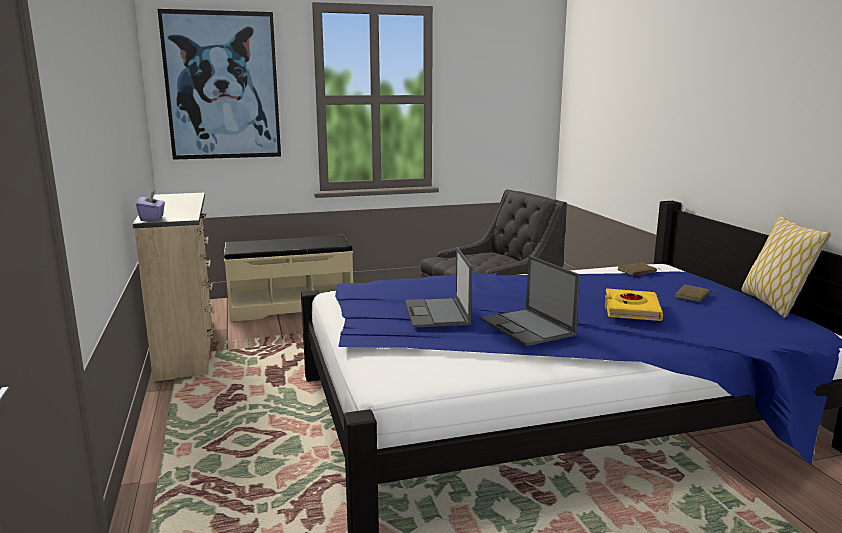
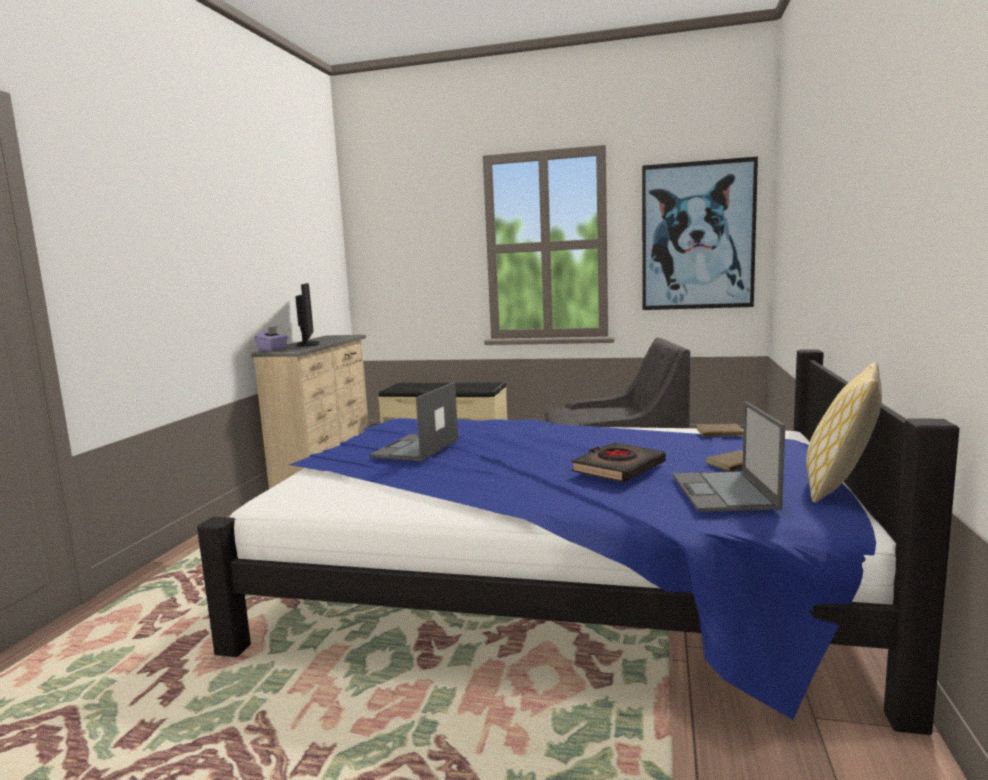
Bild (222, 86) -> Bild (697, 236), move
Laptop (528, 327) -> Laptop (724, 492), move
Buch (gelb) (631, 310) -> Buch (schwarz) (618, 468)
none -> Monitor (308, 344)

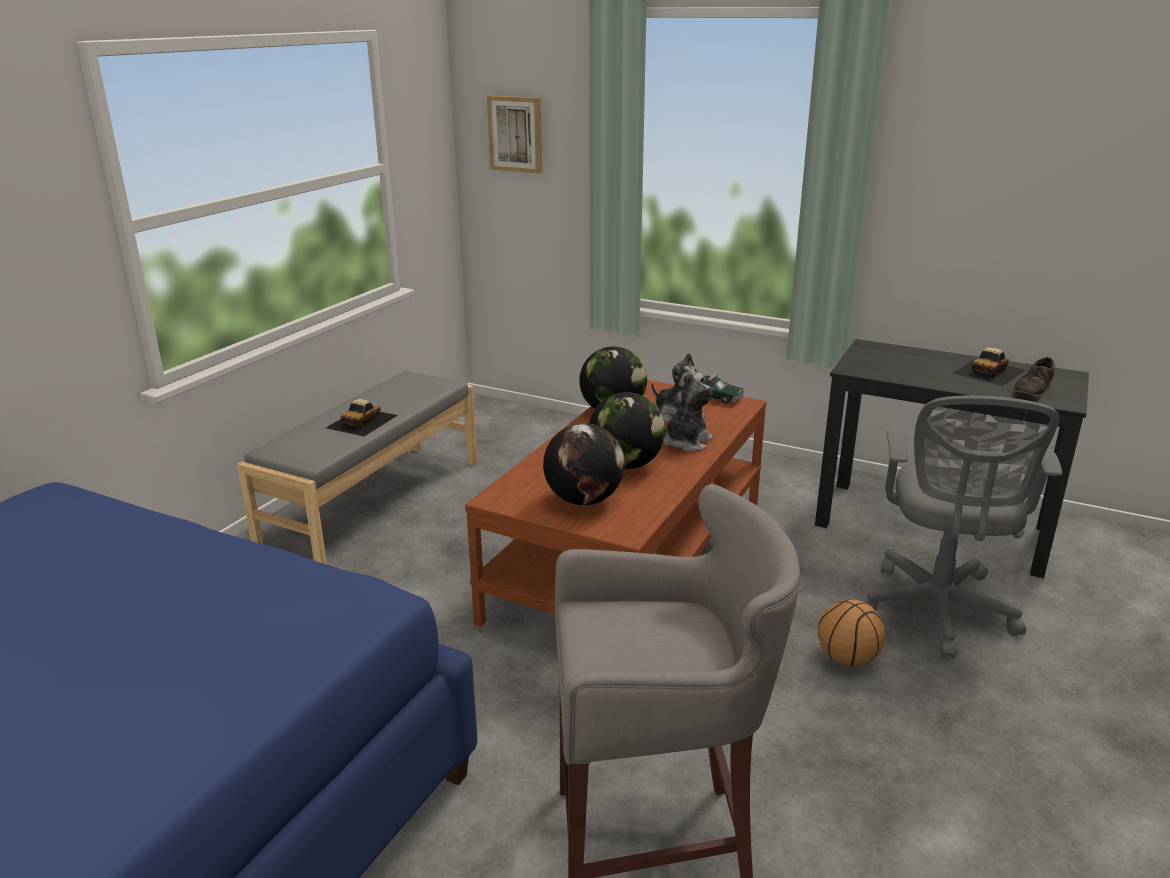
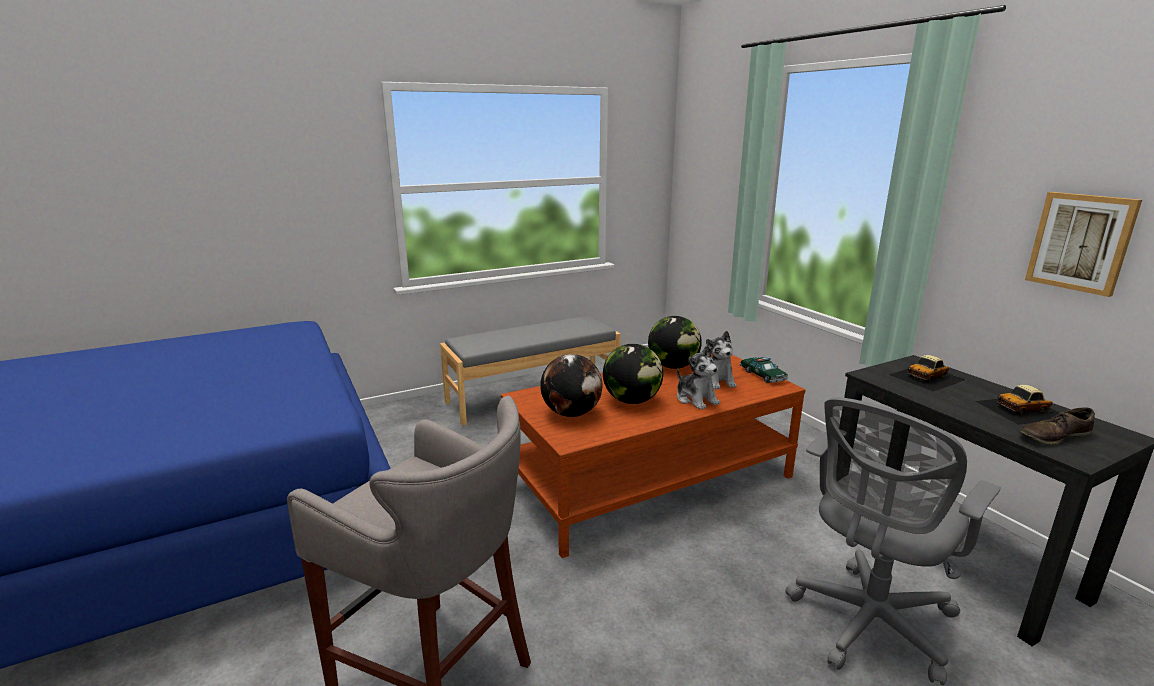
Spielzeugauto (362, 421) -> Spielzeugauto (927, 377), move
Bild (516, 134) -> Bild (1081, 242), move
Plüschtier (686, 442) -> Plüschtier (696, 399), 75 degrees clockwise
Basketball (847, 658) -> none

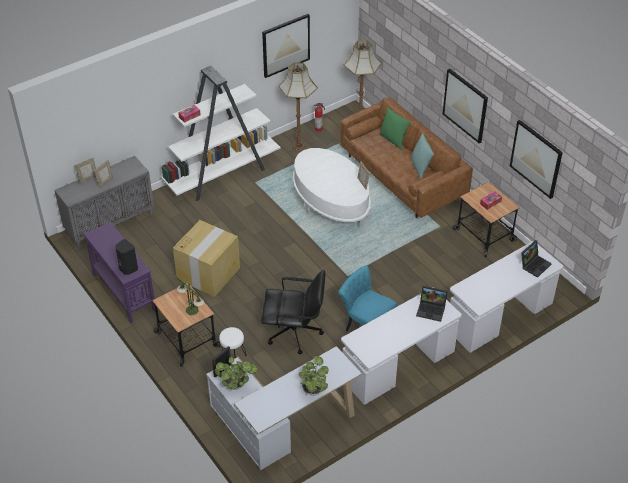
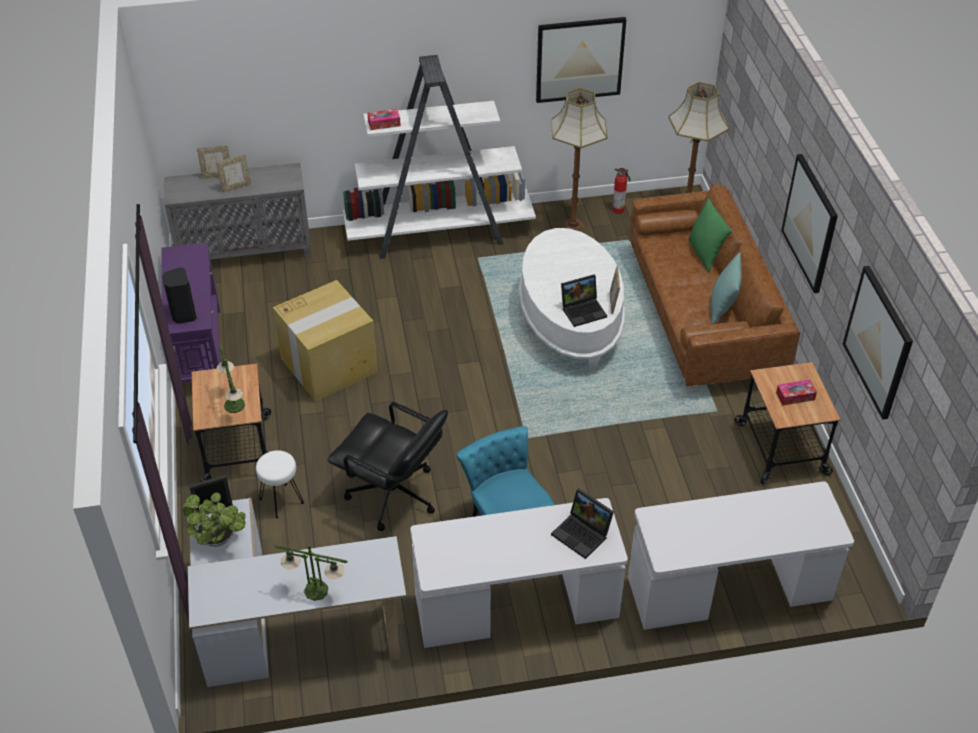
Topfpflanze (313, 389) -> Tischlampe (316, 590)
Laptop (534, 264) -> Laptop (583, 310), move

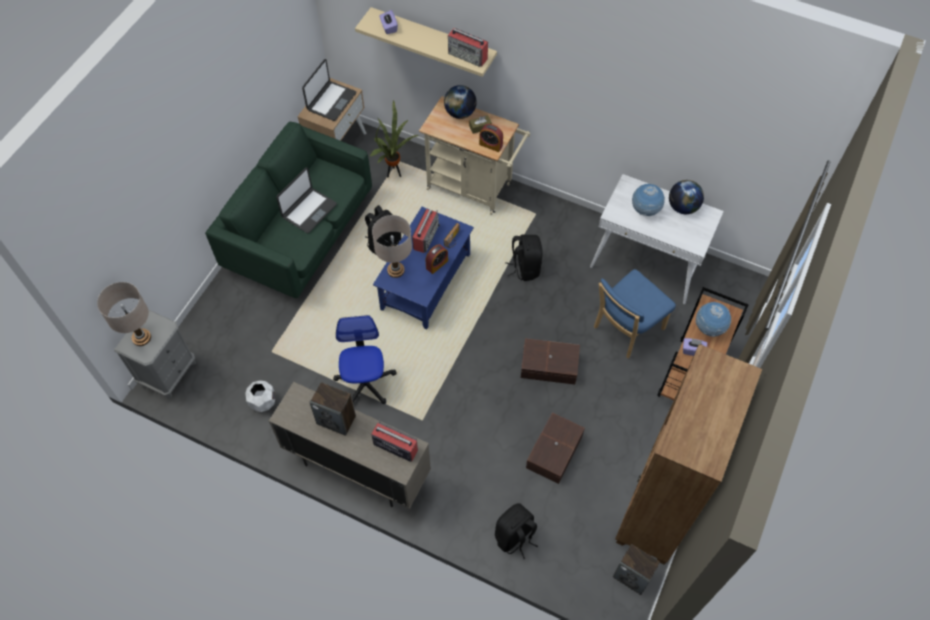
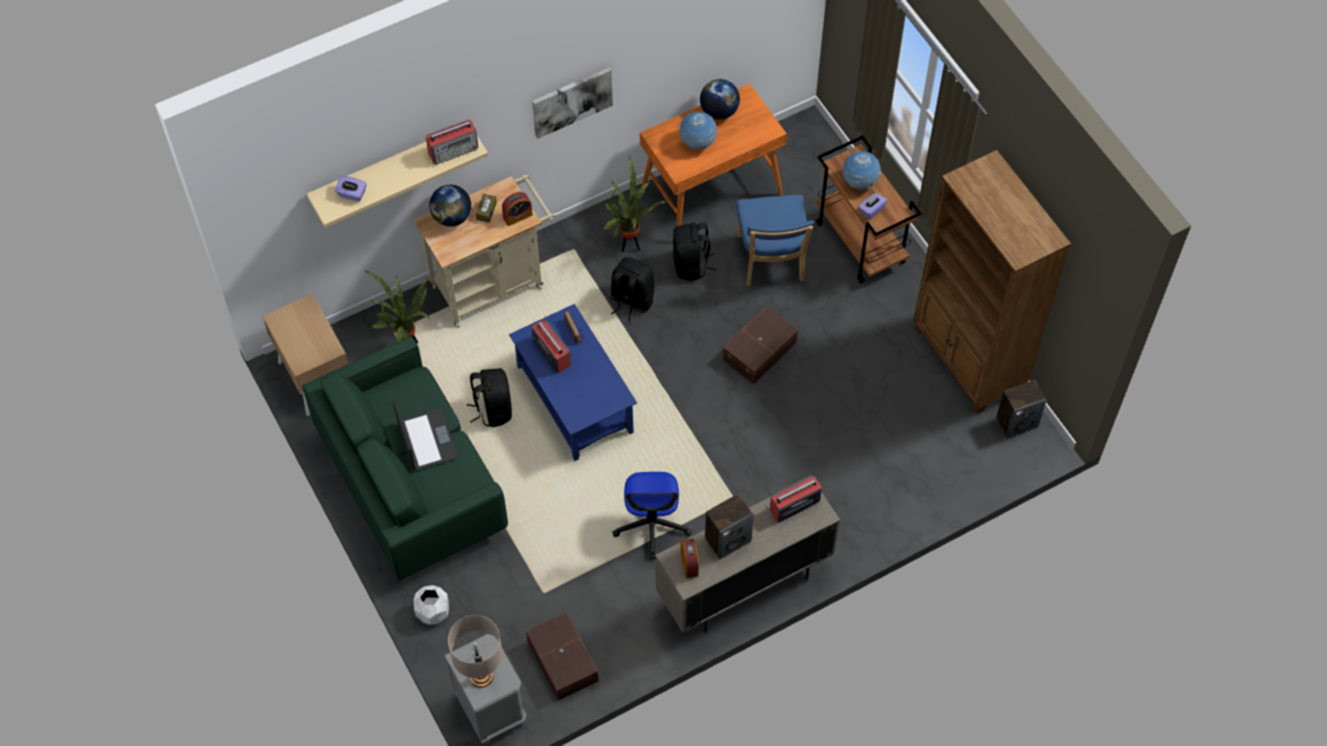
Pflanzkübel (weiß) (263, 401) -> Pflanzkübel (weiß) (432, 611), move
Laptop (331, 101) -> none
Bürostuhl (365, 383) -> Bürostuhl (652, 525), 120 degrees counterclockwise
Tischlampe (beige) (395, 270) -> none
Wecker (437, 264) -> Wecker (689, 563), move
Rucksack (schwarz) (515, 537) -> Rucksack (schwarz) (691, 265), move
Aufbewahrungsbox (braun) (553, 452) -> Aufbewahrungsbox (braun) (562, 662), move
Schreibtisch (weiß) (648, 262) -> Schreibtisch (orange) (711, 192)
none -> Bild (571, 101)
none -> Topfpflanze (630, 245)

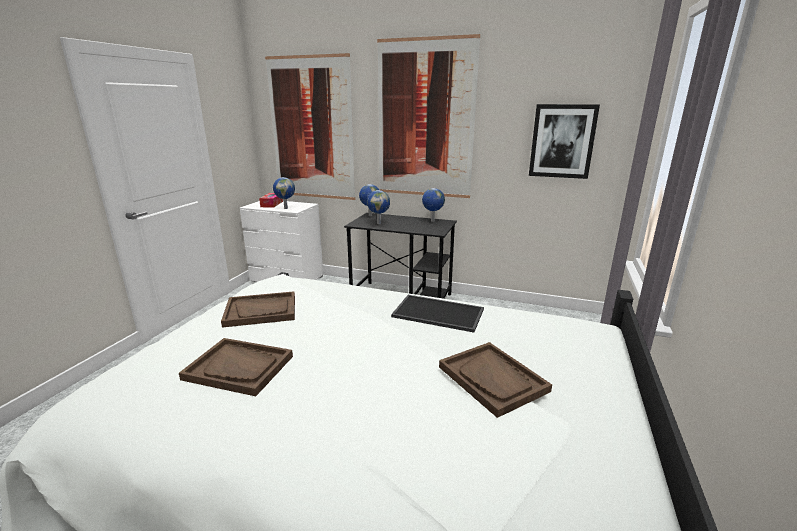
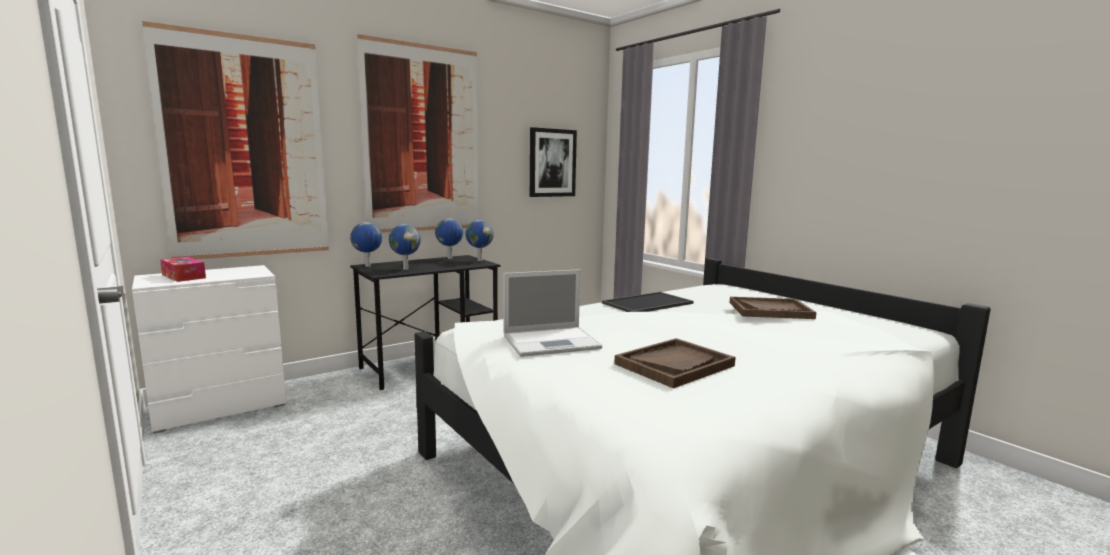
Tablett (braun) (261, 311) -> Laptop (552, 342)
Globus (286, 208) -> Globus (479, 260), move

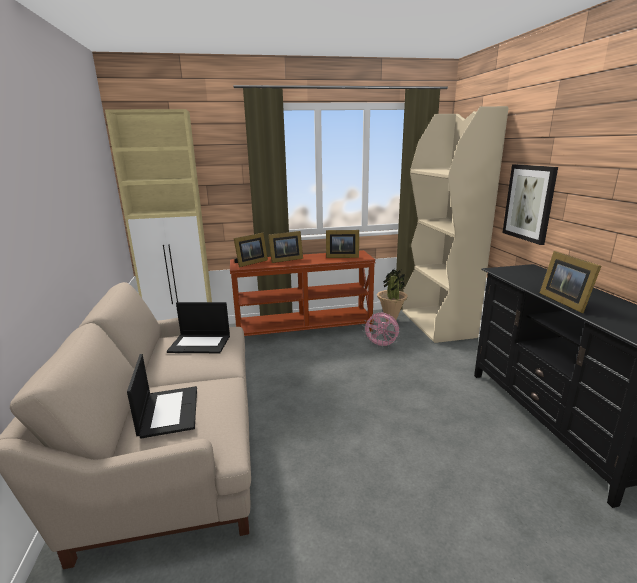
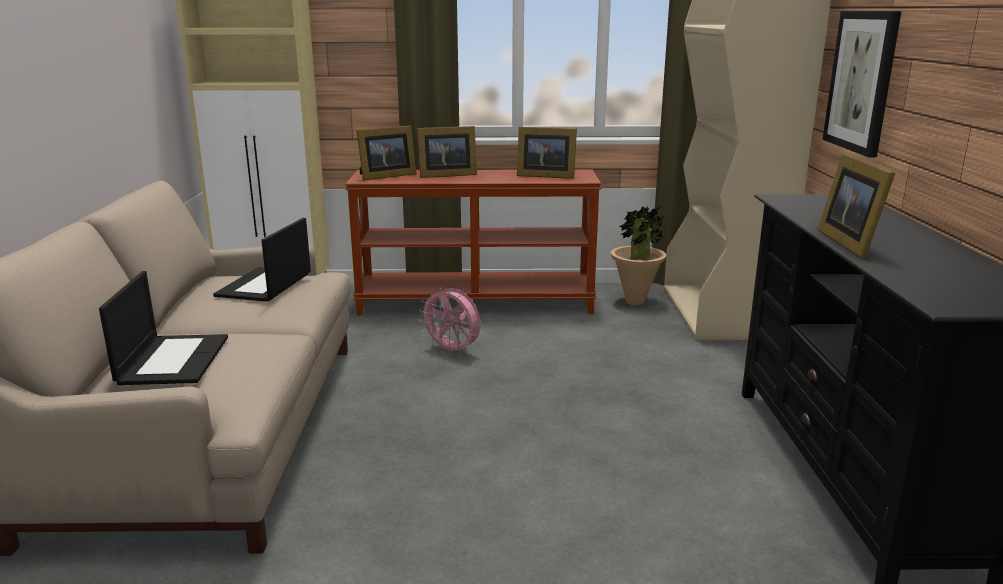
Laptop (200, 343) -> Laptop (265, 285), 90 degrees clockwise
Ventilator (rosa) (381, 345) -> Ventilator (rosa) (453, 351), move

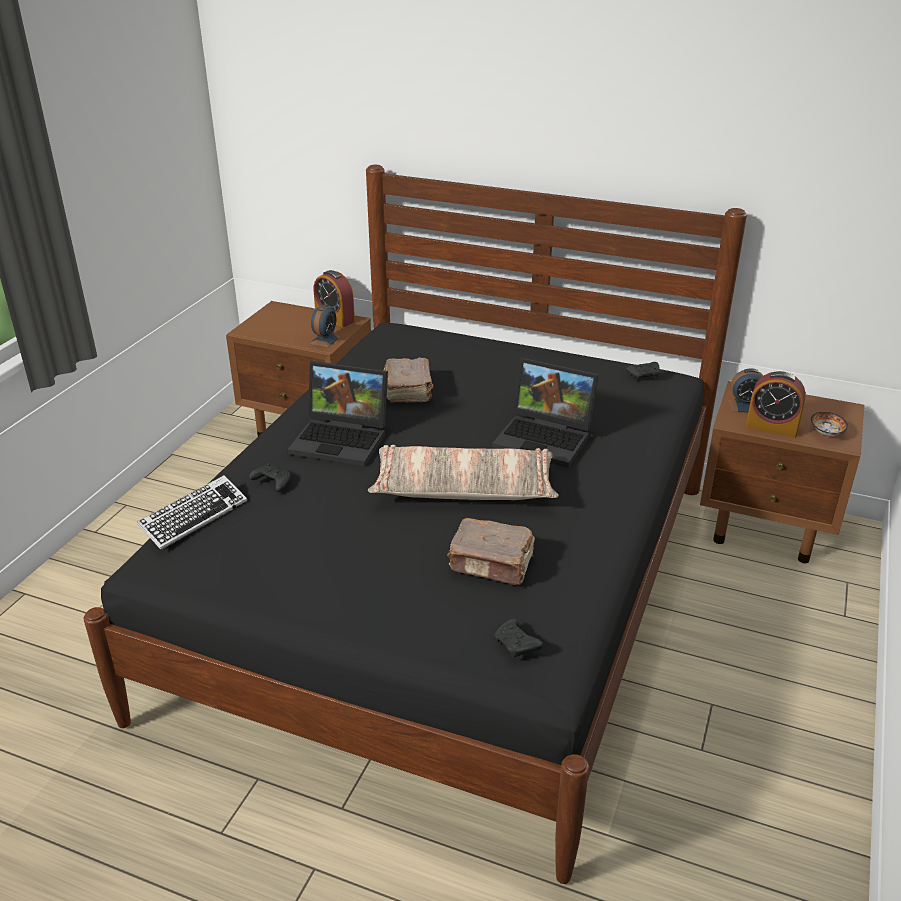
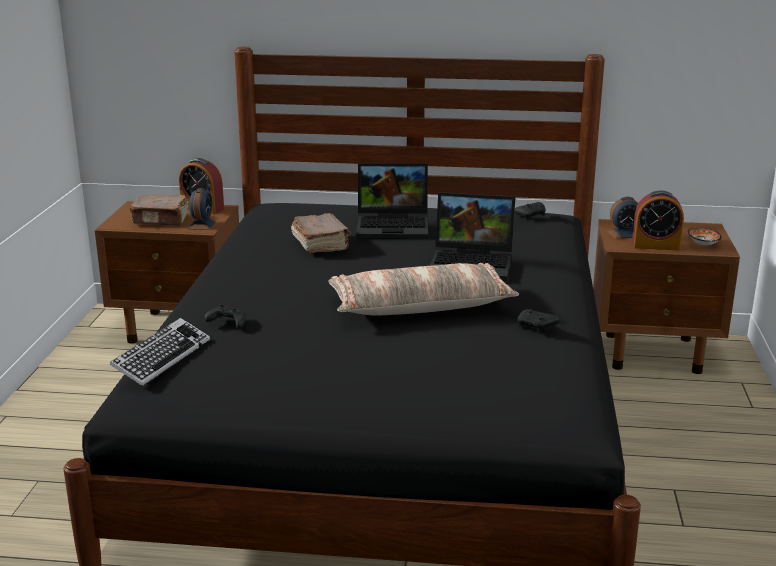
Laptop (343, 439) -> Laptop (394, 226), move
Buch (braun) (492, 564) -> Buch (braun) (161, 220), move
Gamepad (schwarz) (517, 645) -> Gamepad (schwarz) (536, 326), move

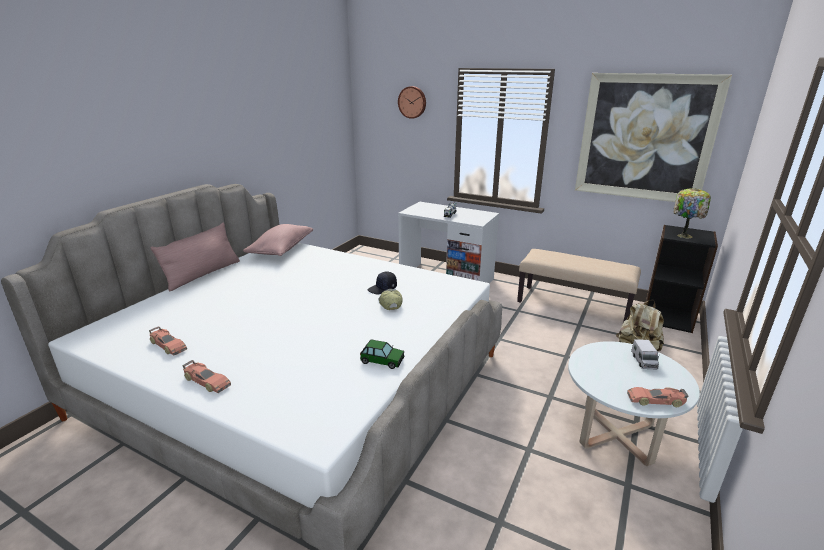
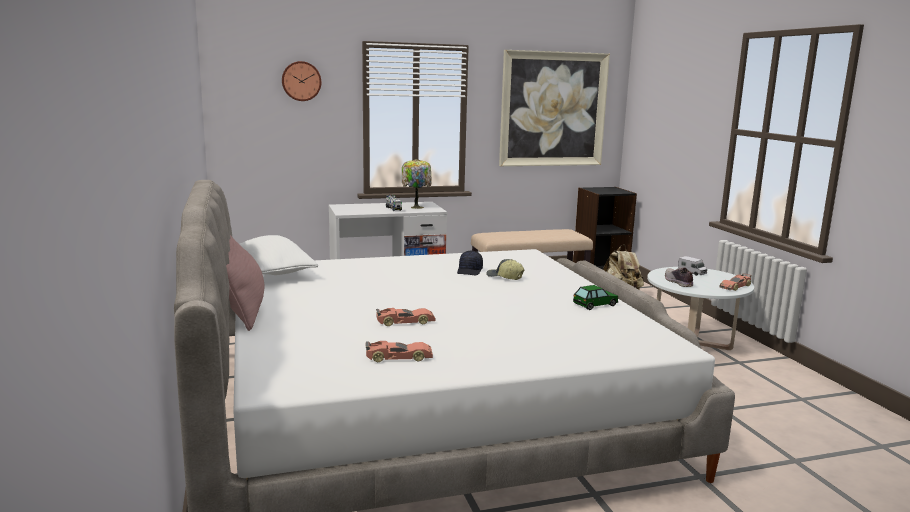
Spielzeugauto (206, 381) -> Spielzeugauto (405, 322), move
Kissen (rosa) (281, 250) -> Kissen (weiß) (273, 271)
Tischlampe (684, 235) -> Tischlampe (416, 207), move
none -> Schuh (678, 282)

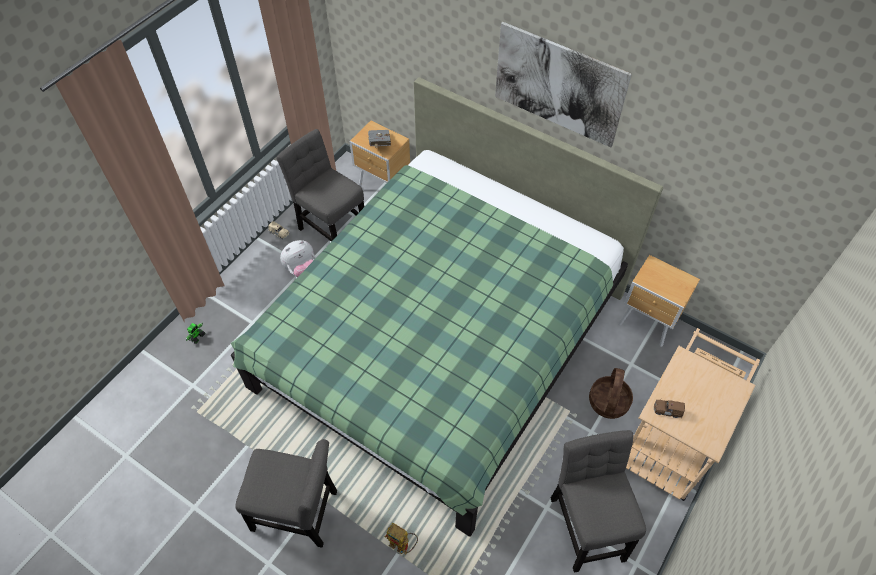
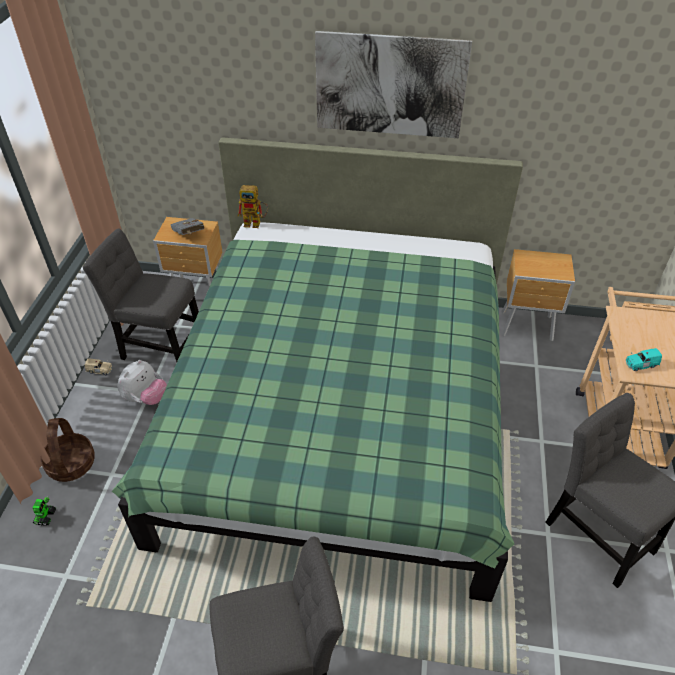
Spielzeugroboter (403, 545) -> Spielzeugroboter (256, 223), move
Korb (608, 402) -> Korb (72, 464), move
Spielzeugauto (braun) (667, 410) -> Spielzeugauto (türkis) (640, 364)

